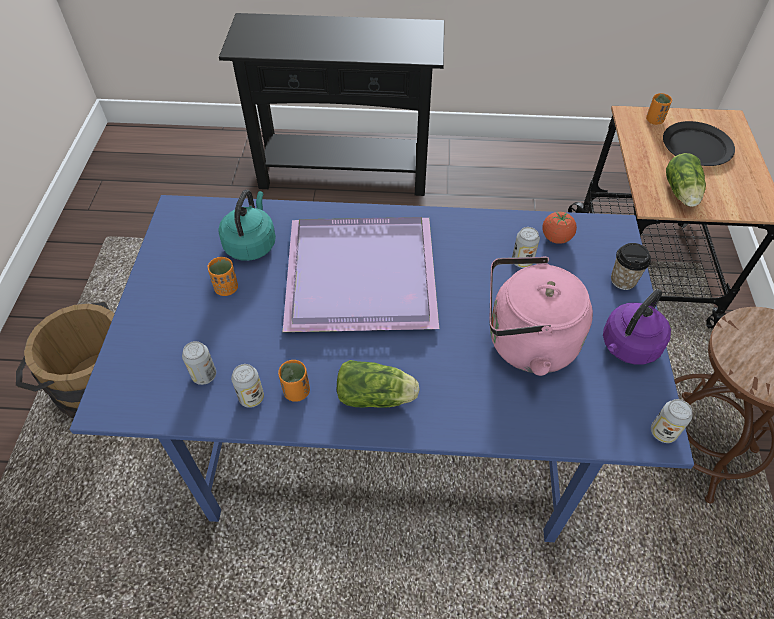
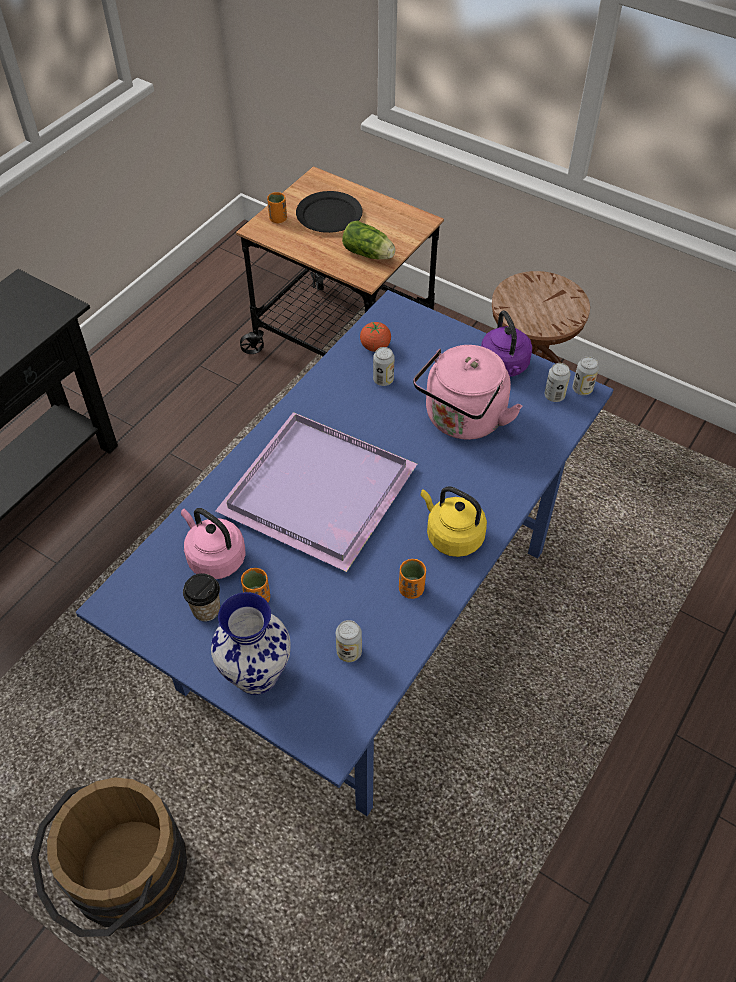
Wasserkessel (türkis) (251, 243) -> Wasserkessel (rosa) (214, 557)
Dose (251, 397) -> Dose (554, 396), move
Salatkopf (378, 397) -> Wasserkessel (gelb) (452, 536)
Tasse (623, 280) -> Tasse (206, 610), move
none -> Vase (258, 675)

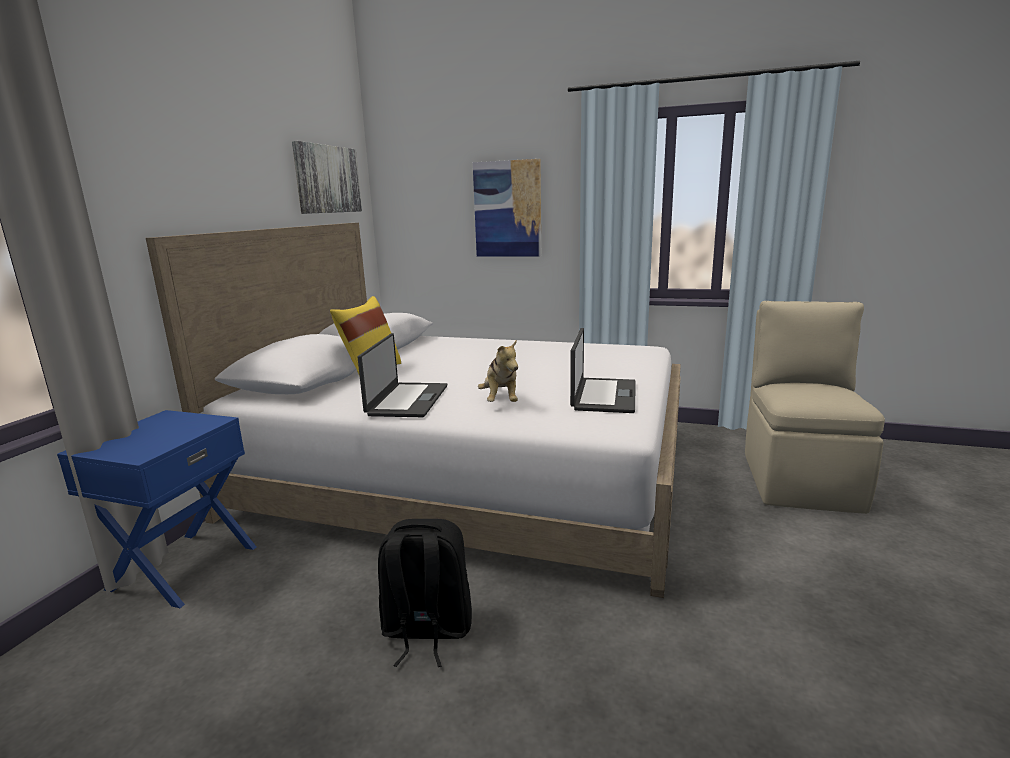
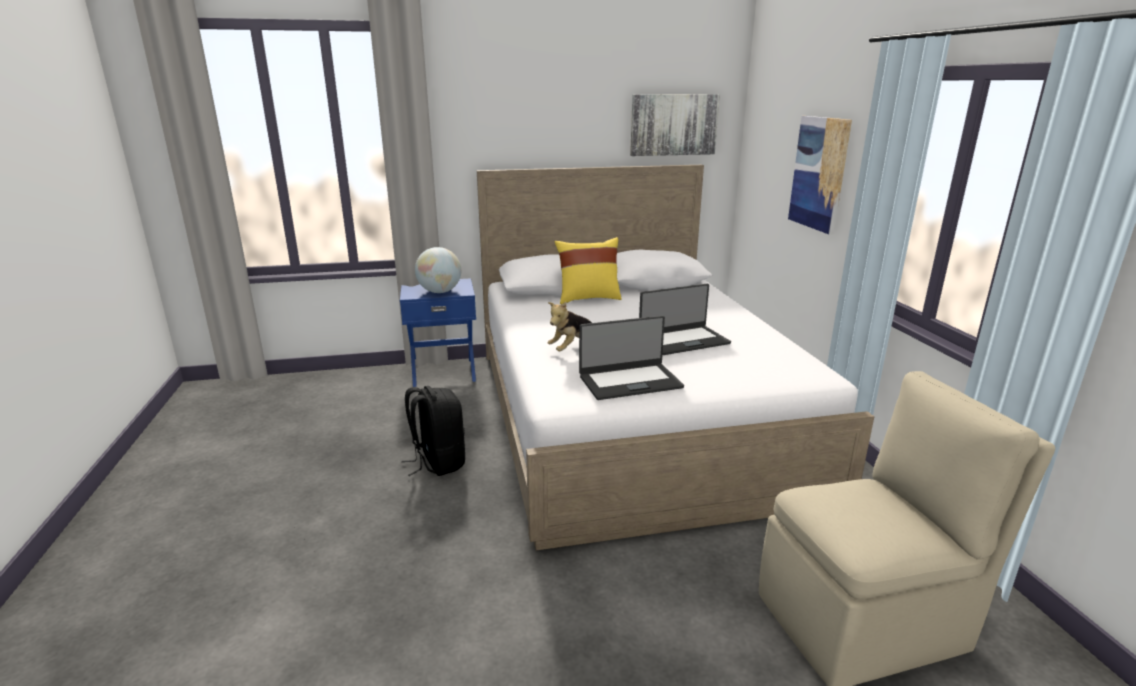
Laptop (407, 400) -> Laptop (683, 340), move
none -> Globus (440, 292)

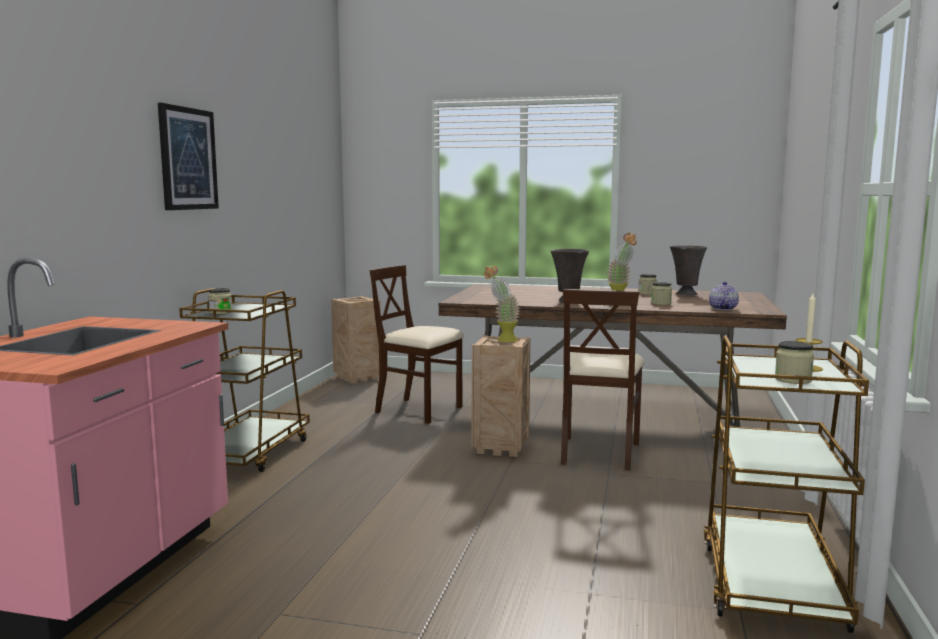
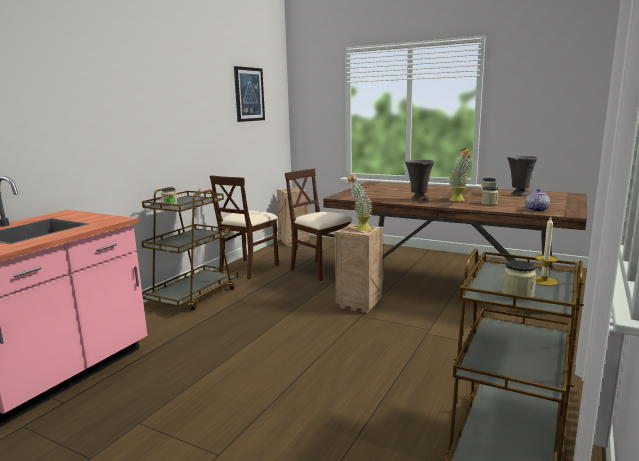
Bild (187, 159) -> Bild (249, 94), move
Stuhl (beige) (598, 452) -> Stuhl (beige) (248, 269), move

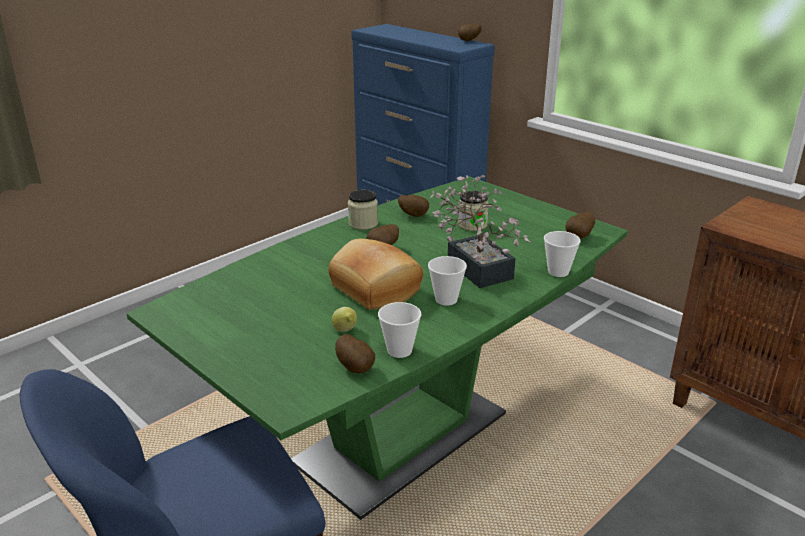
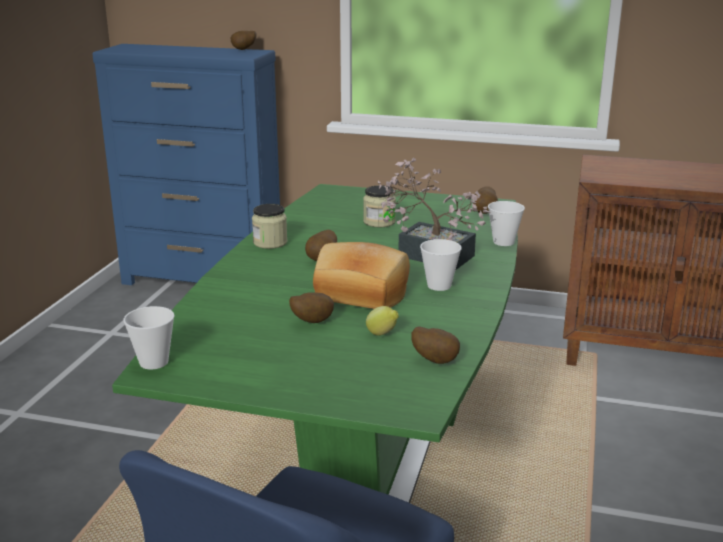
Tasse (399, 350) -> Tasse (154, 362), move
Kartoffel (413, 215) -> Kartoffel (311, 321), move

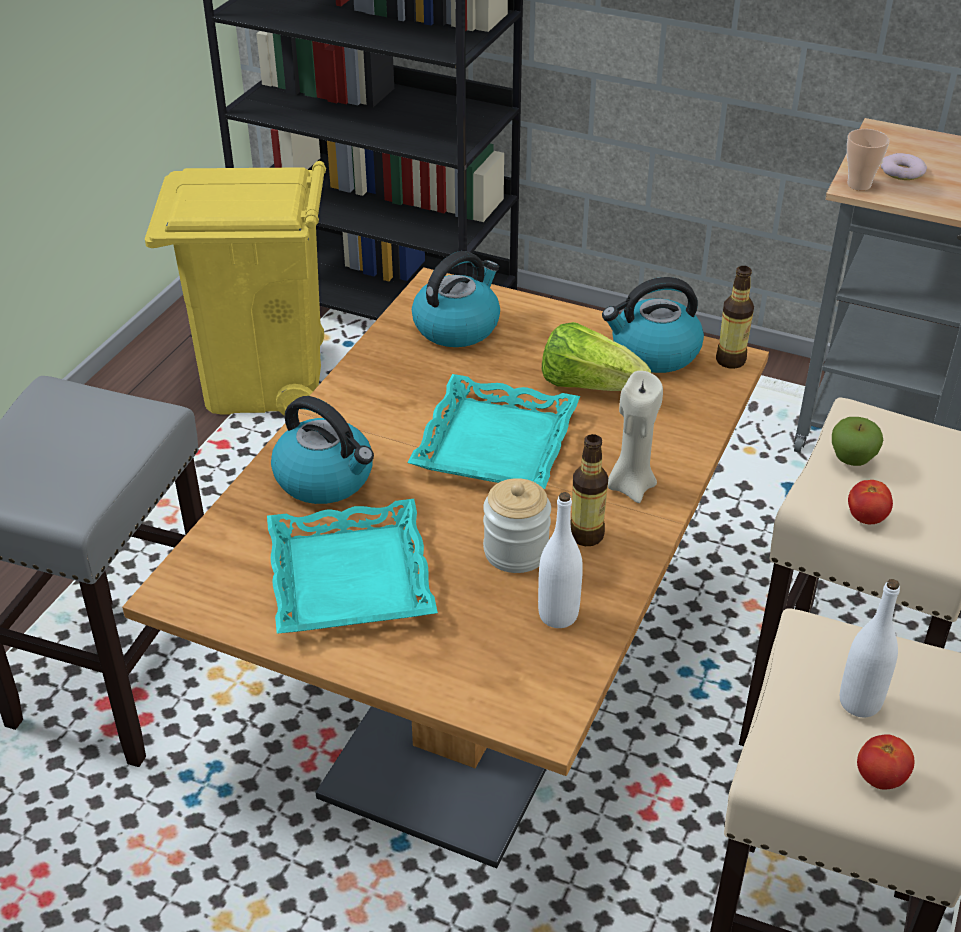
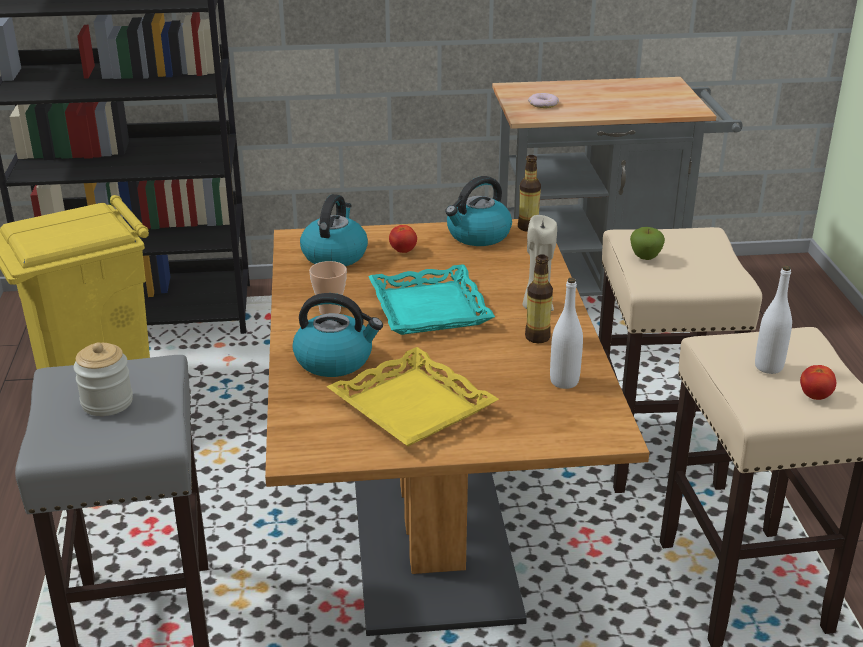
Tablett (türkis) (352, 578) -> Tablett (gelb) (413, 406)
Vorratsglas (516, 551) -> Vorratsglas (107, 402), move
Salatkopf (589, 385) -> none
Tasse (859, 185) -> Tasse (330, 311), move
Tomate (866, 517) -> Tomate (403, 251), move

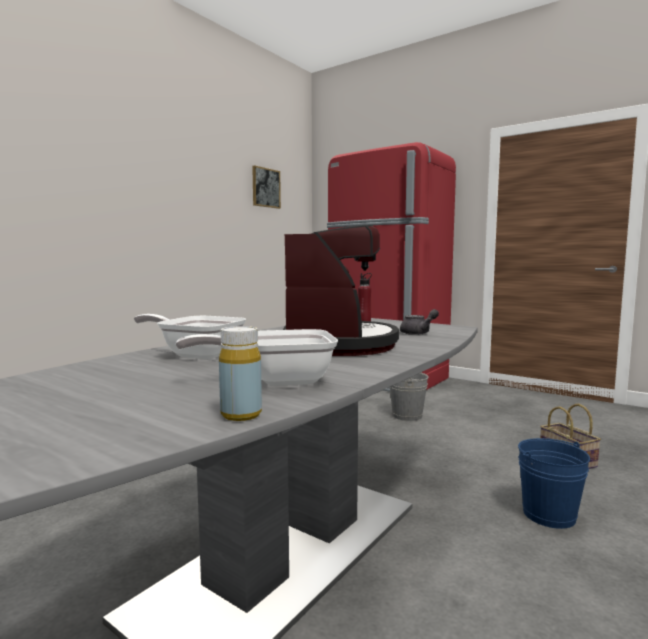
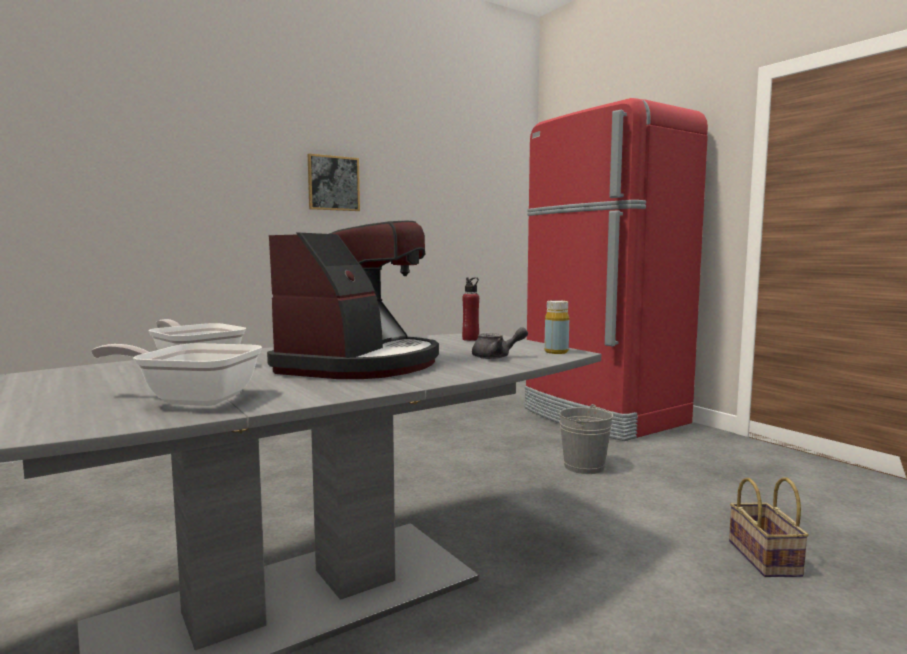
Flasche (gelb) (241, 415) -> Flasche (gelb) (556, 352), move
Bild (266, 188) -> Bild (333, 183), move
Eimer (blau) (549, 514) -> none

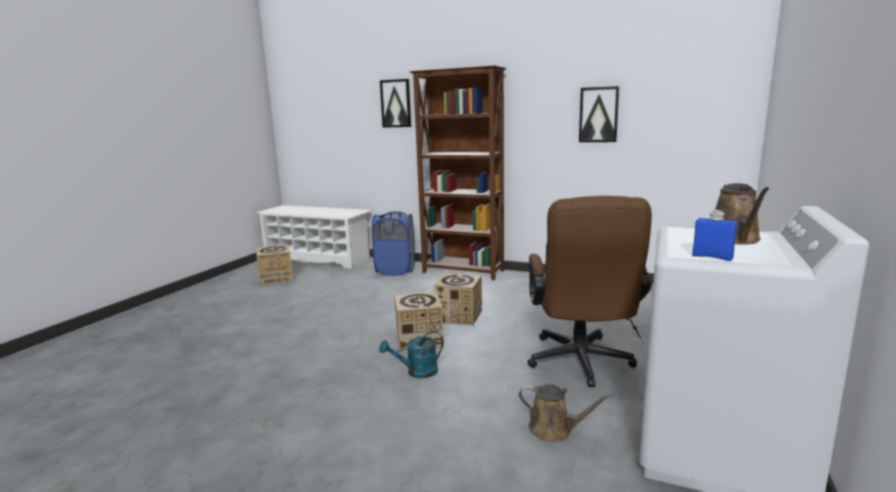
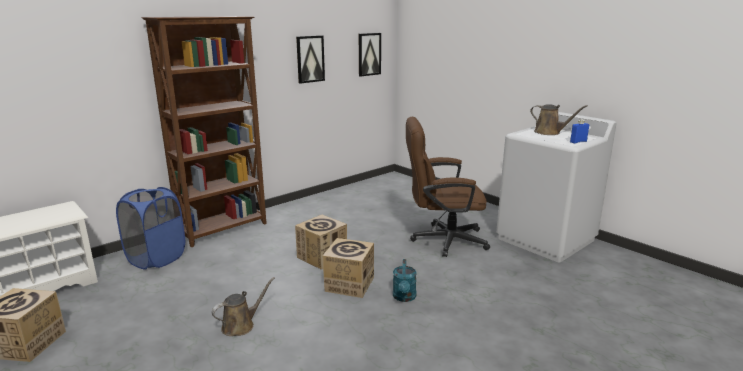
Bild (396, 103) -> Bild (369, 54), move
Gießkanne (braun) (554, 430) -> Gießkanne (braun) (241, 325), move
Bürostuhl (braun) (580, 364) -> Bürostuhl (braun) (442, 240), 150 degrees clockwise

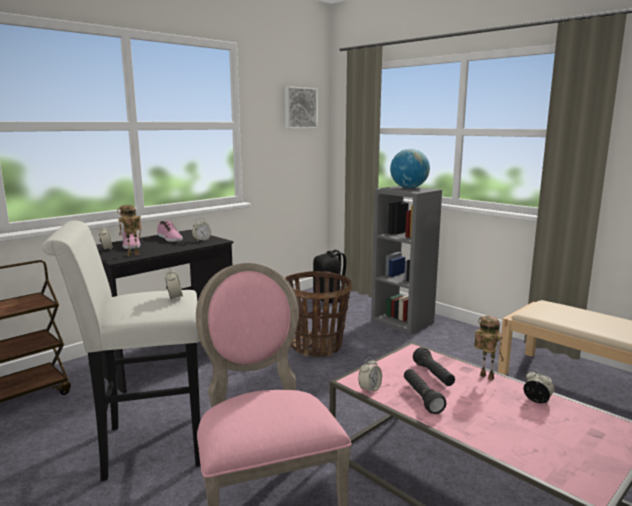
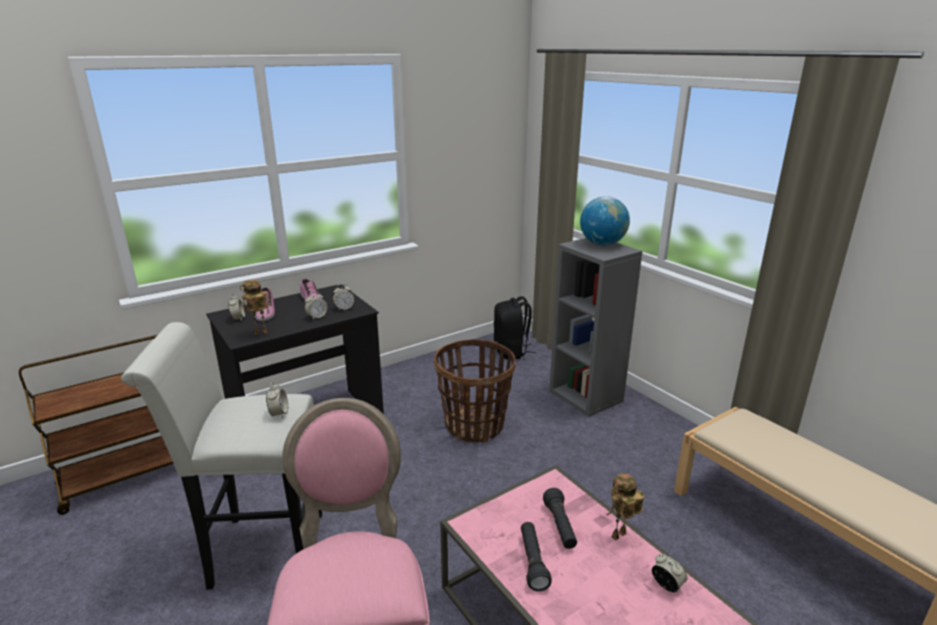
Bild (299, 108) -> none
Wecker (370, 389) -> Wecker (317, 317), move
Spielzeugroboter (485, 377) -> Spielzeugroboter (619, 537), 90 degrees counterclockwise

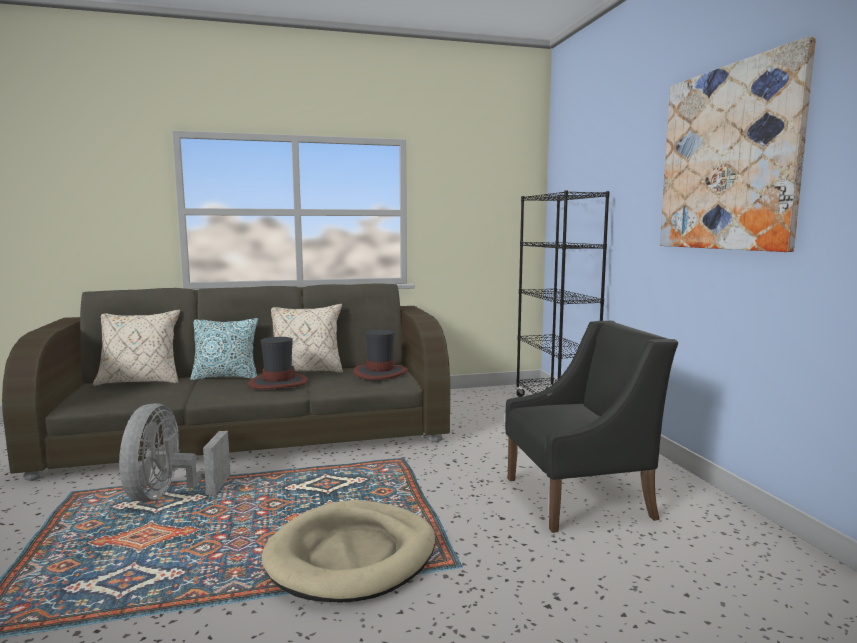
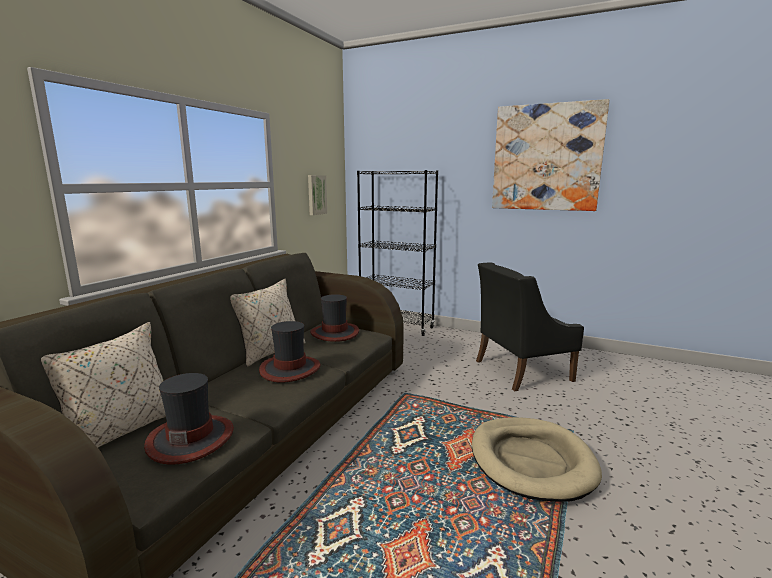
Ventilator (grau) (169, 495) -> none
Kissen (226, 377) -> none
Sessel (schwarz) (580, 497) -> Sessel (schwarz) (521, 370), 135 degrees counterclockwise
none -> Hut (191, 438)
none -> Bild (316, 195)

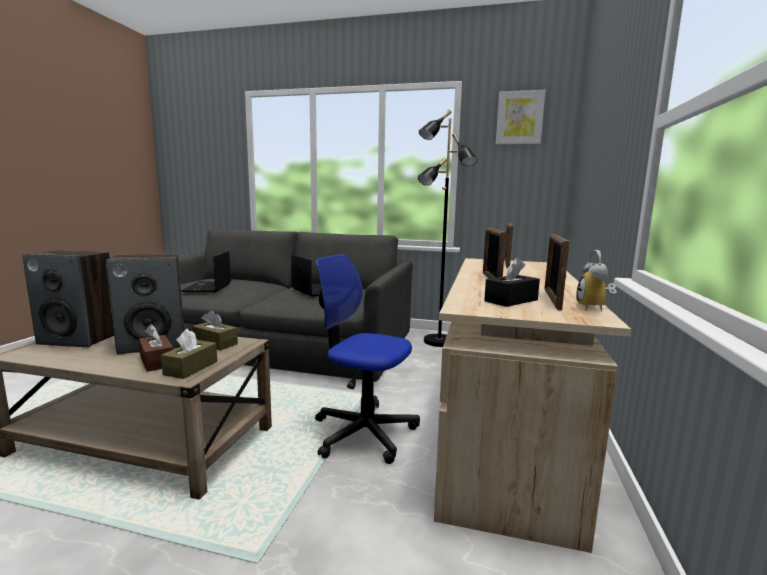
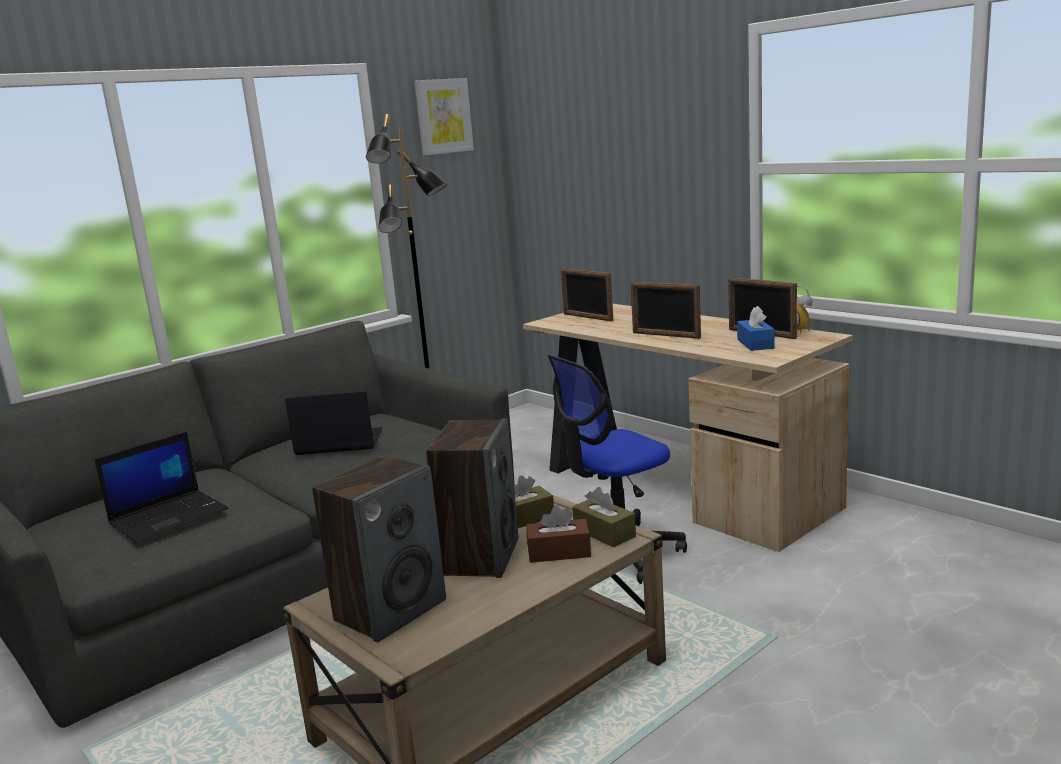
Laptop (208, 287) -> Laptop (170, 516), 75 degrees counterclockwise
Taschentuchbox (schwarz) (511, 300) -> Taschentuchbox (blau) (755, 344)

